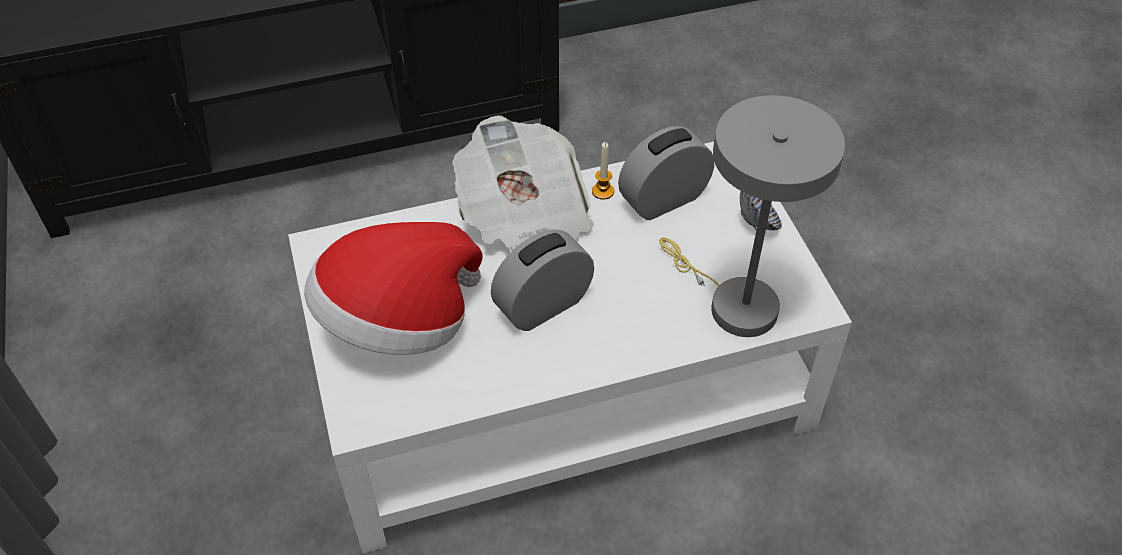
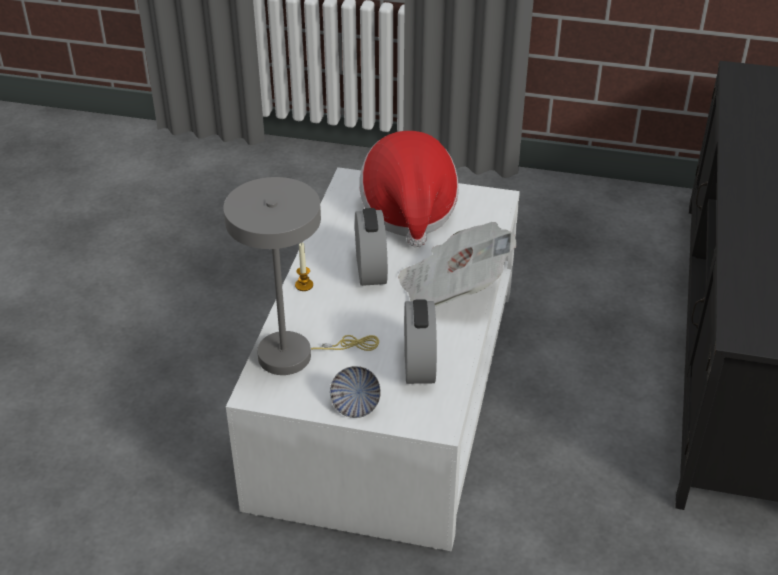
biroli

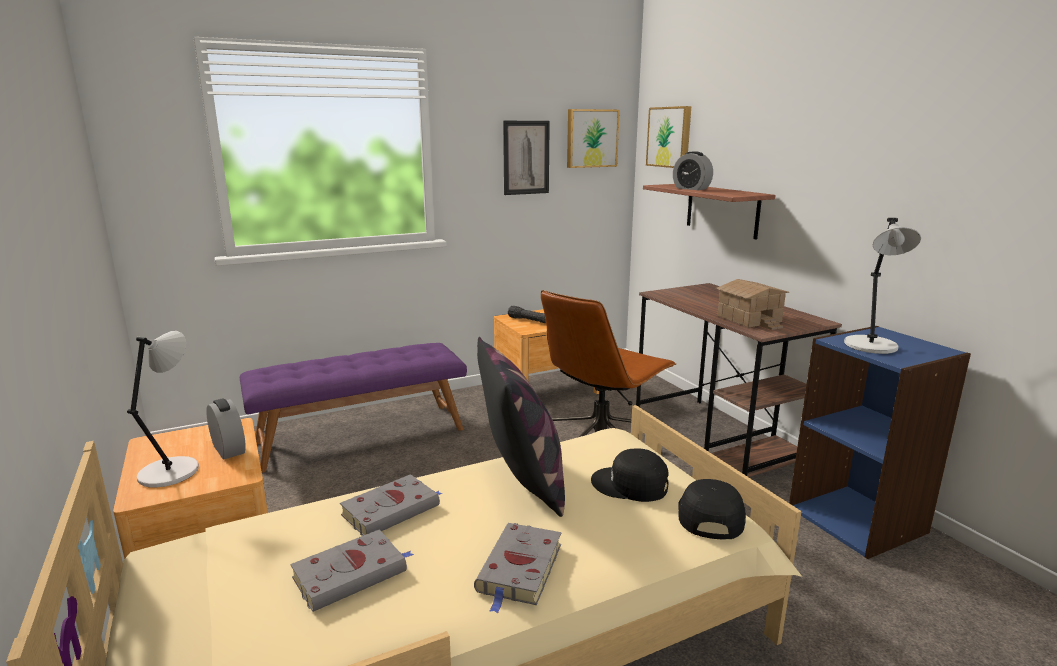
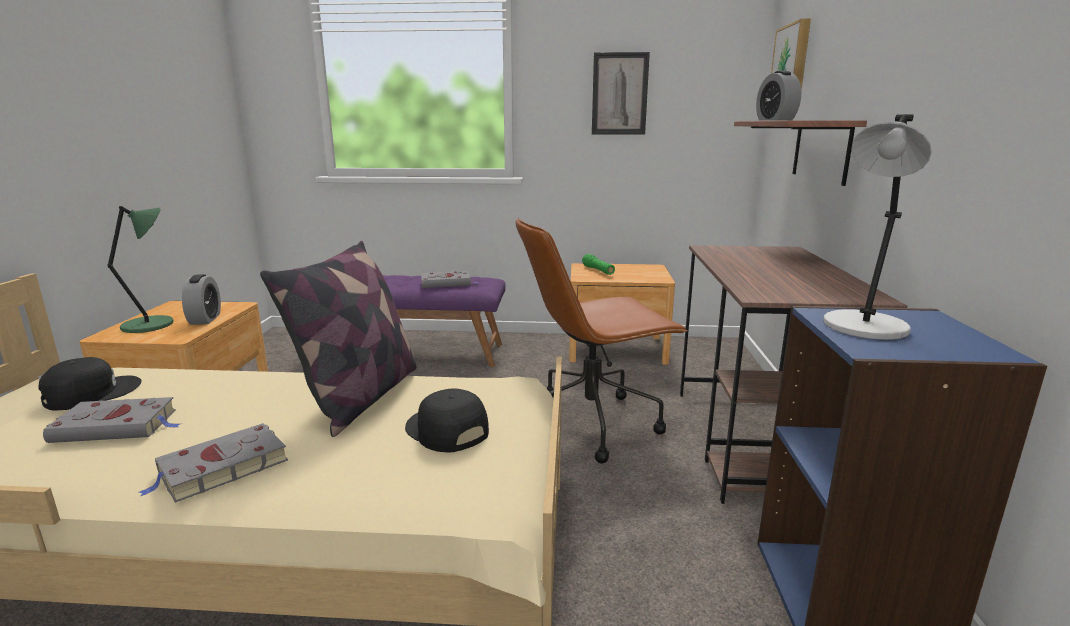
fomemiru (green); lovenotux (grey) (no. 3 from left); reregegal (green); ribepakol (no. 2 from left in the first image); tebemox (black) (no. 1 from left); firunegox

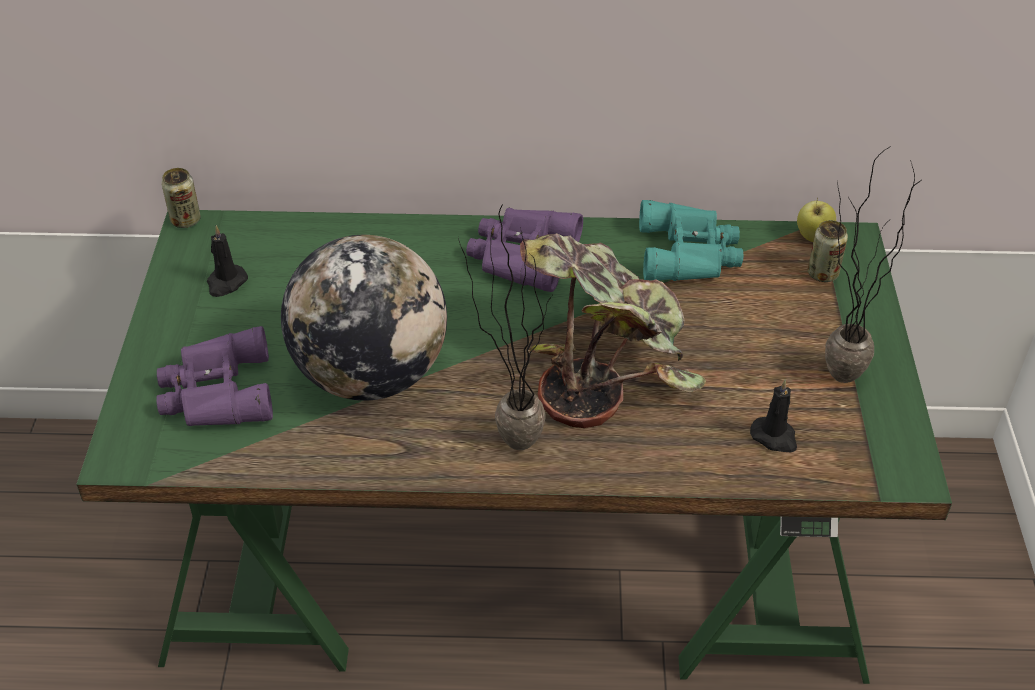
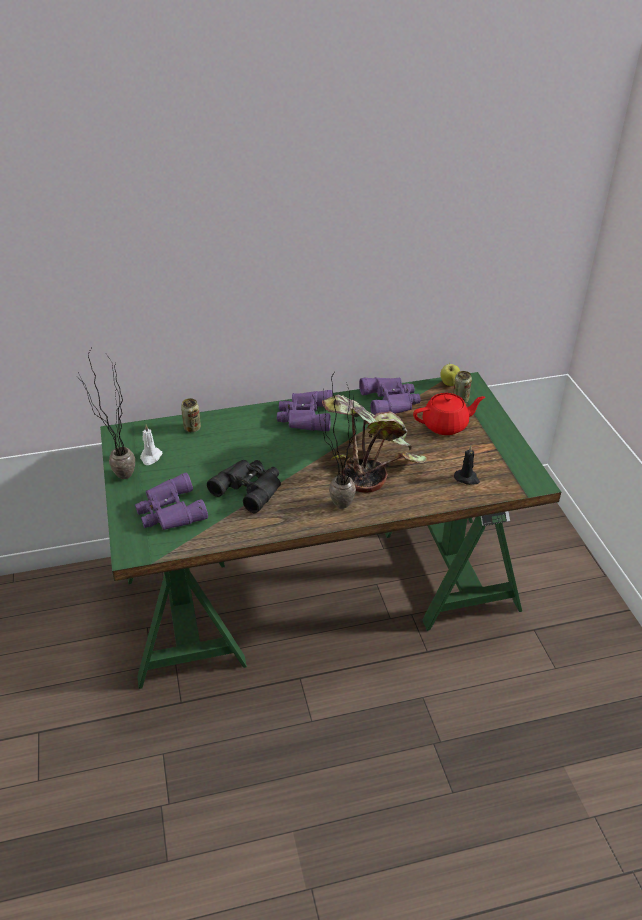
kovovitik (no. 1 from left); biroli (white); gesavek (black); gesavek (purple) (no. 3 from left); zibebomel (no. 1 from left); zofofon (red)

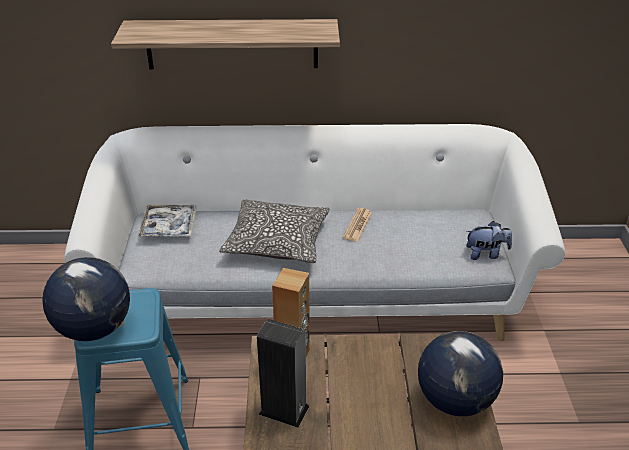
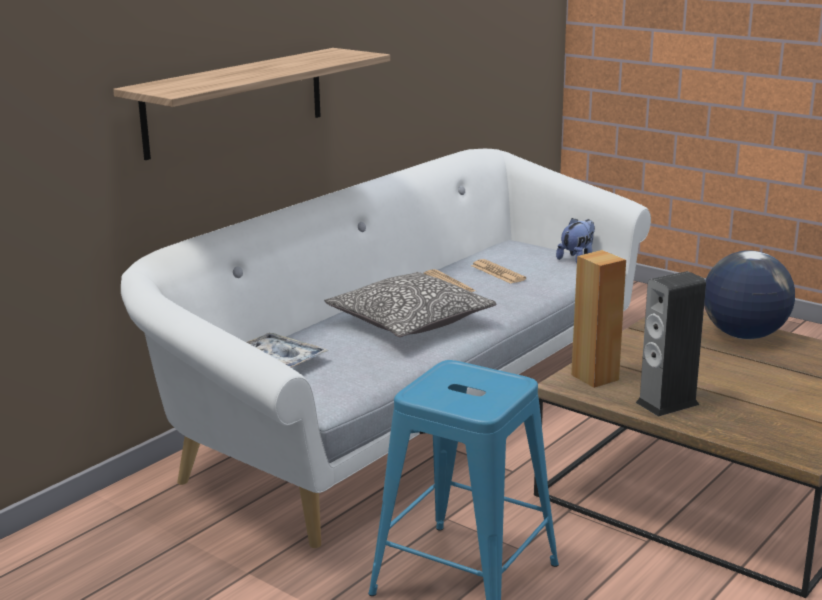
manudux (no. 1 from left in the first image); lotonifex (no. 2 from left)

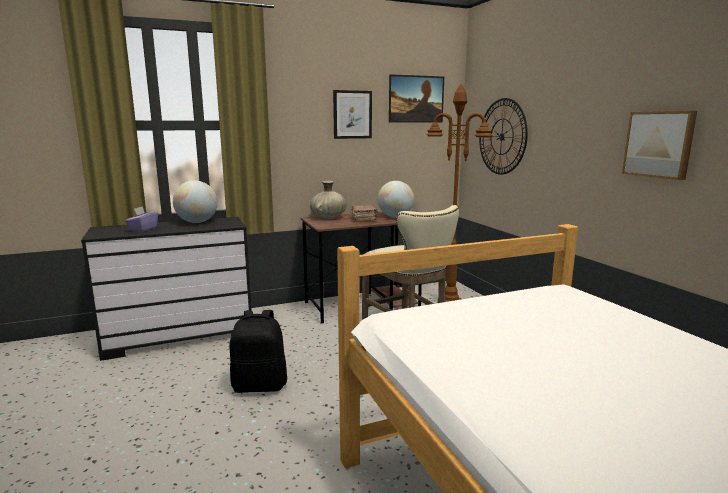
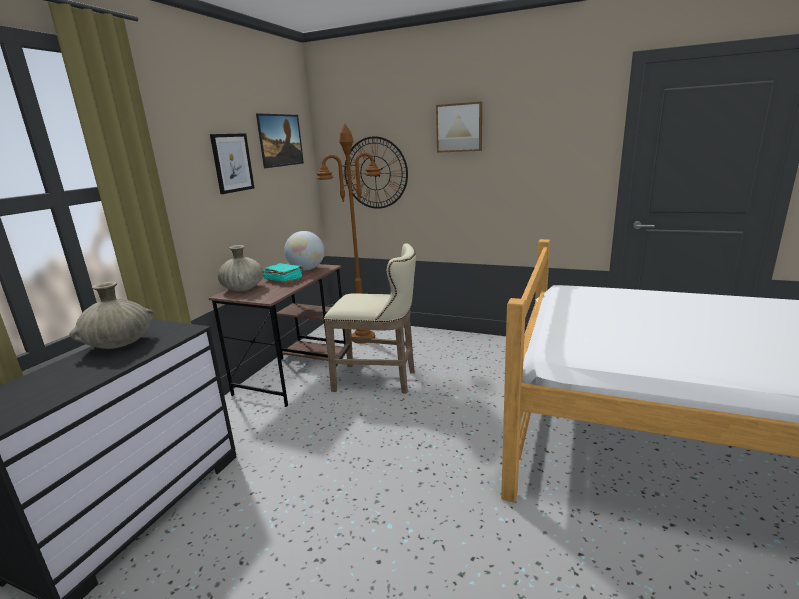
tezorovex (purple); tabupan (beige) (no. 1 from left); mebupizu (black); lovenotux (turquoise); ribepakol (no. 3 from left)

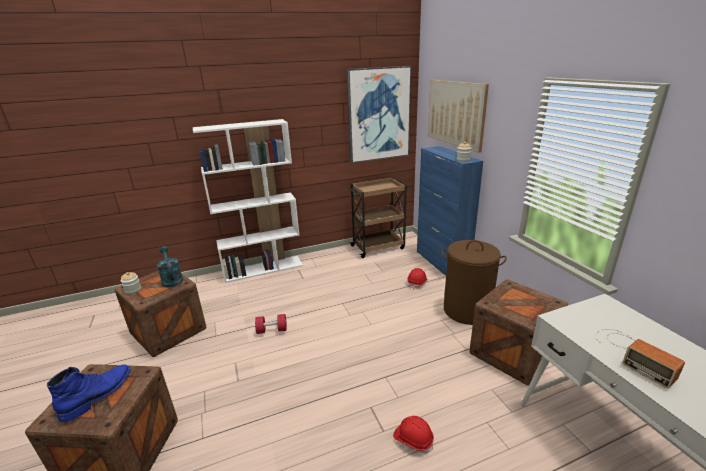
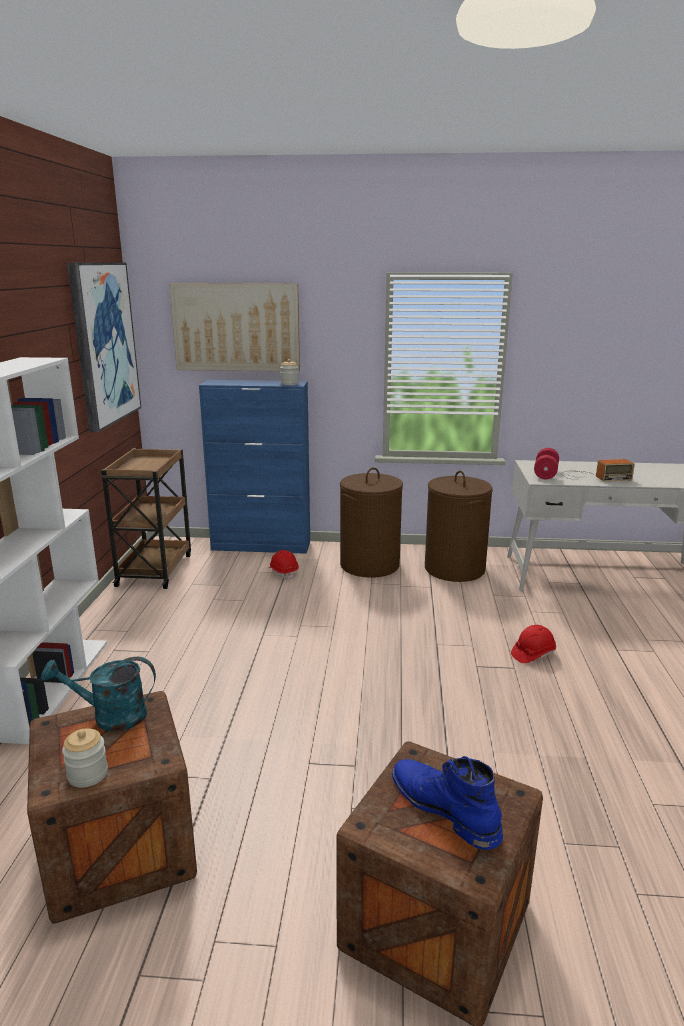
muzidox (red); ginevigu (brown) (no. 2 from left)

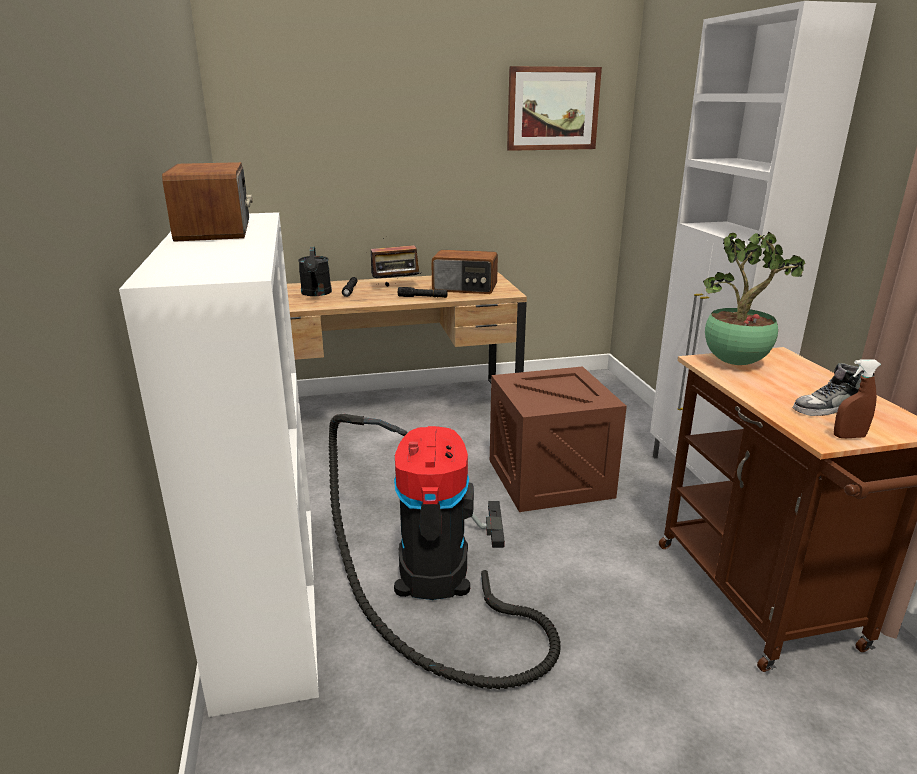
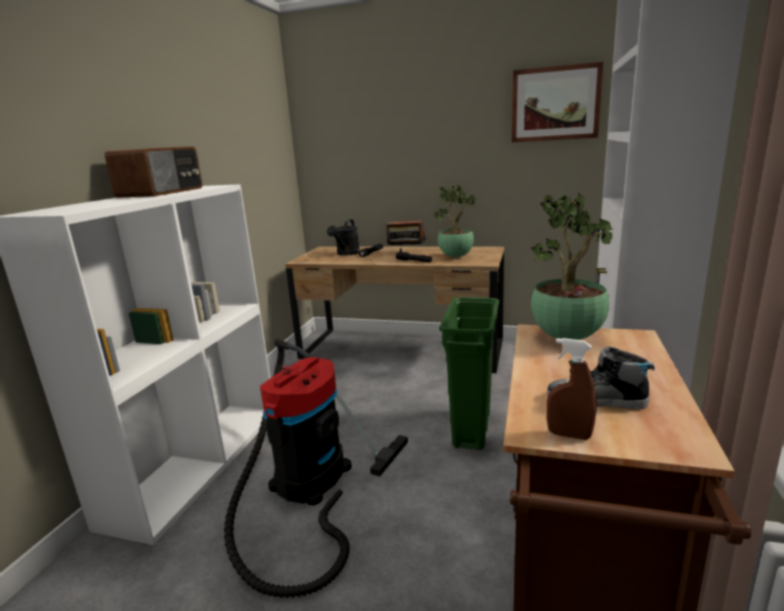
zibebomel (no. 1 from left); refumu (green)

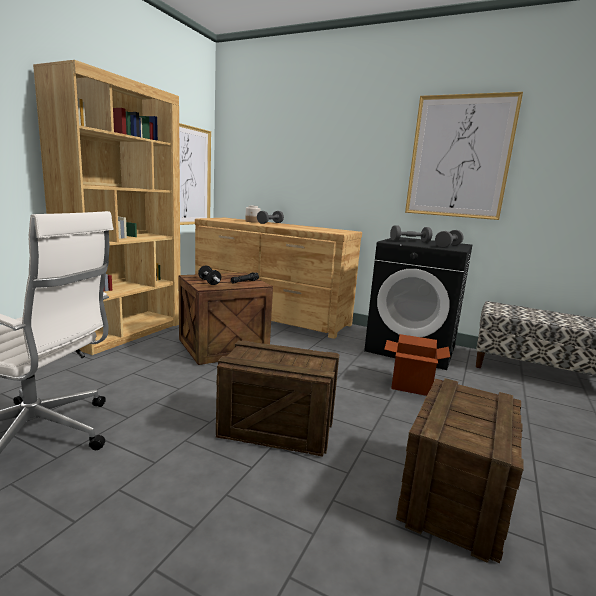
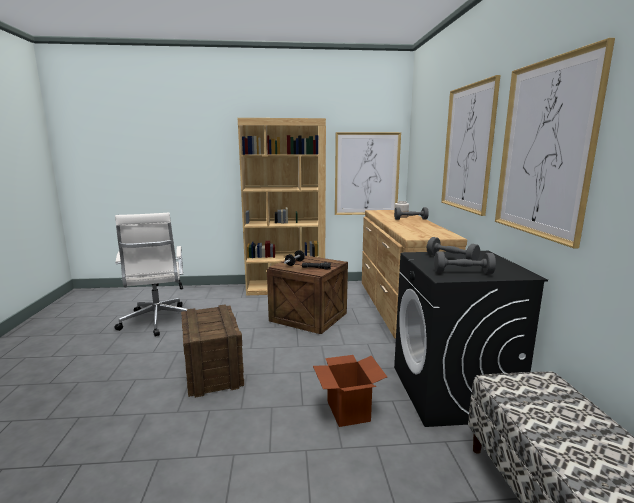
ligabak (no. 3 from left in the first image); ribepakol (no. 2 from left)

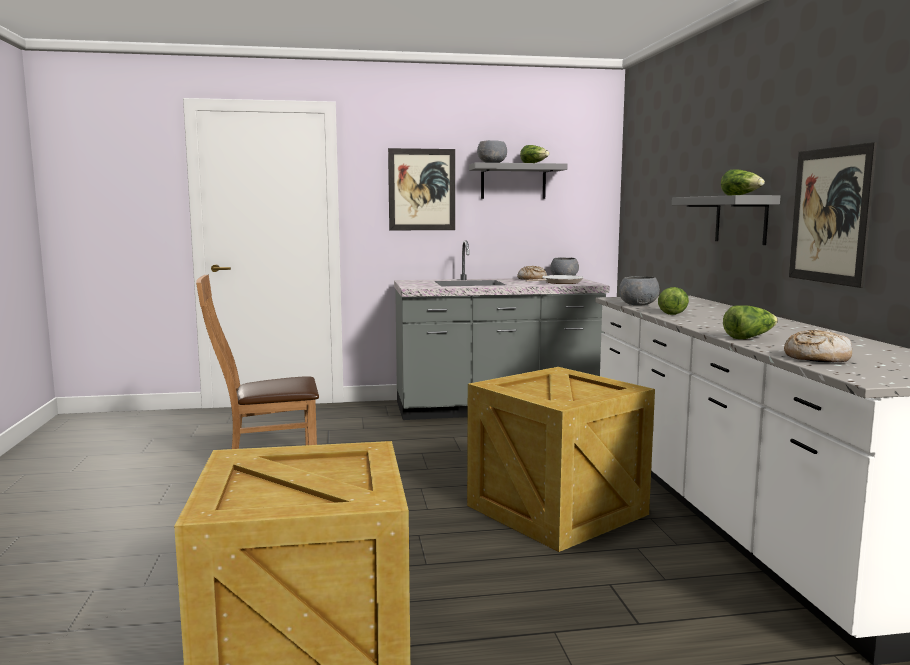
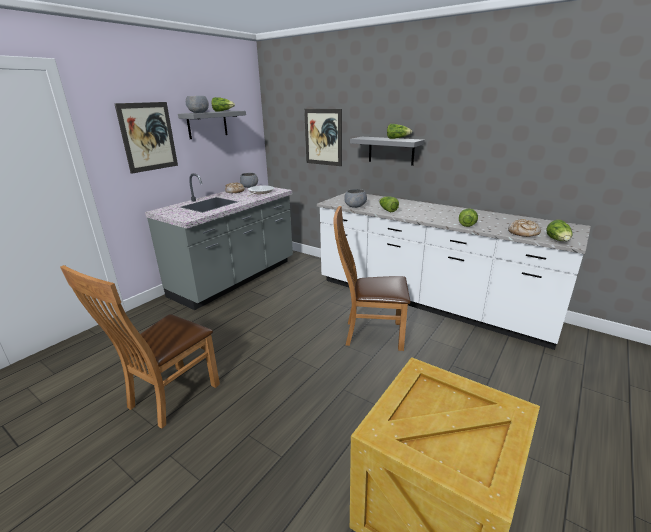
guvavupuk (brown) (no. 2 from left); ribepakol (no. 2 from left); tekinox (no. 5 from left)

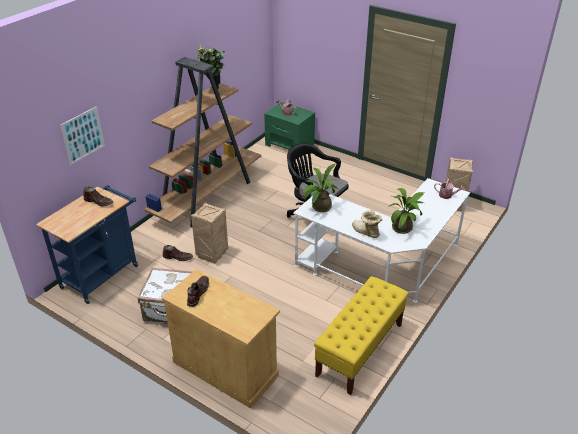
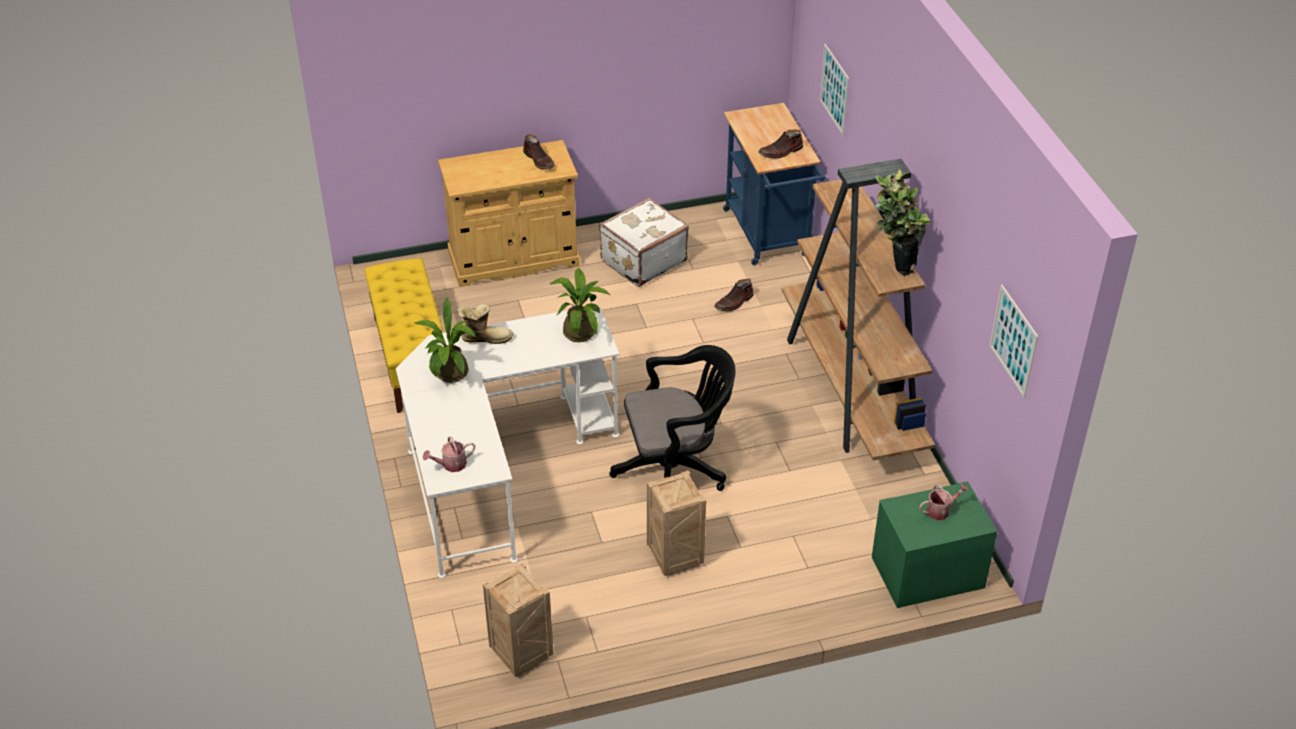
ligabak (no. 2 from left); ribepakol (no. 2 from left)

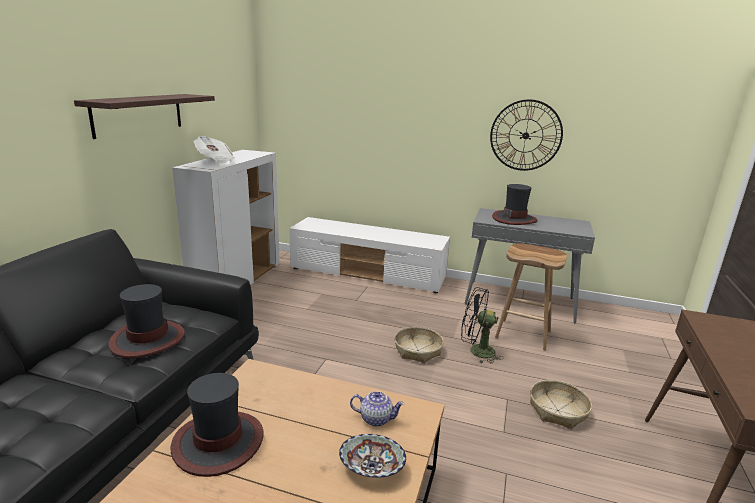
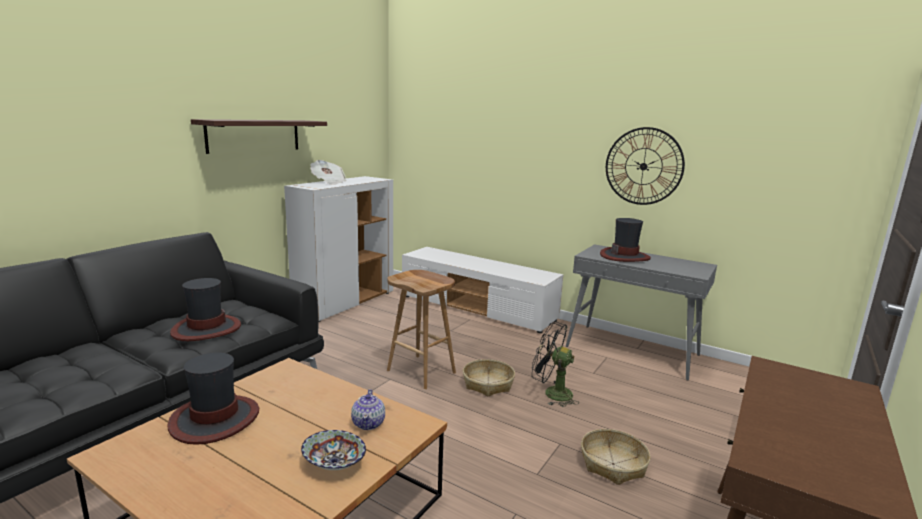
zofofon; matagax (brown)

